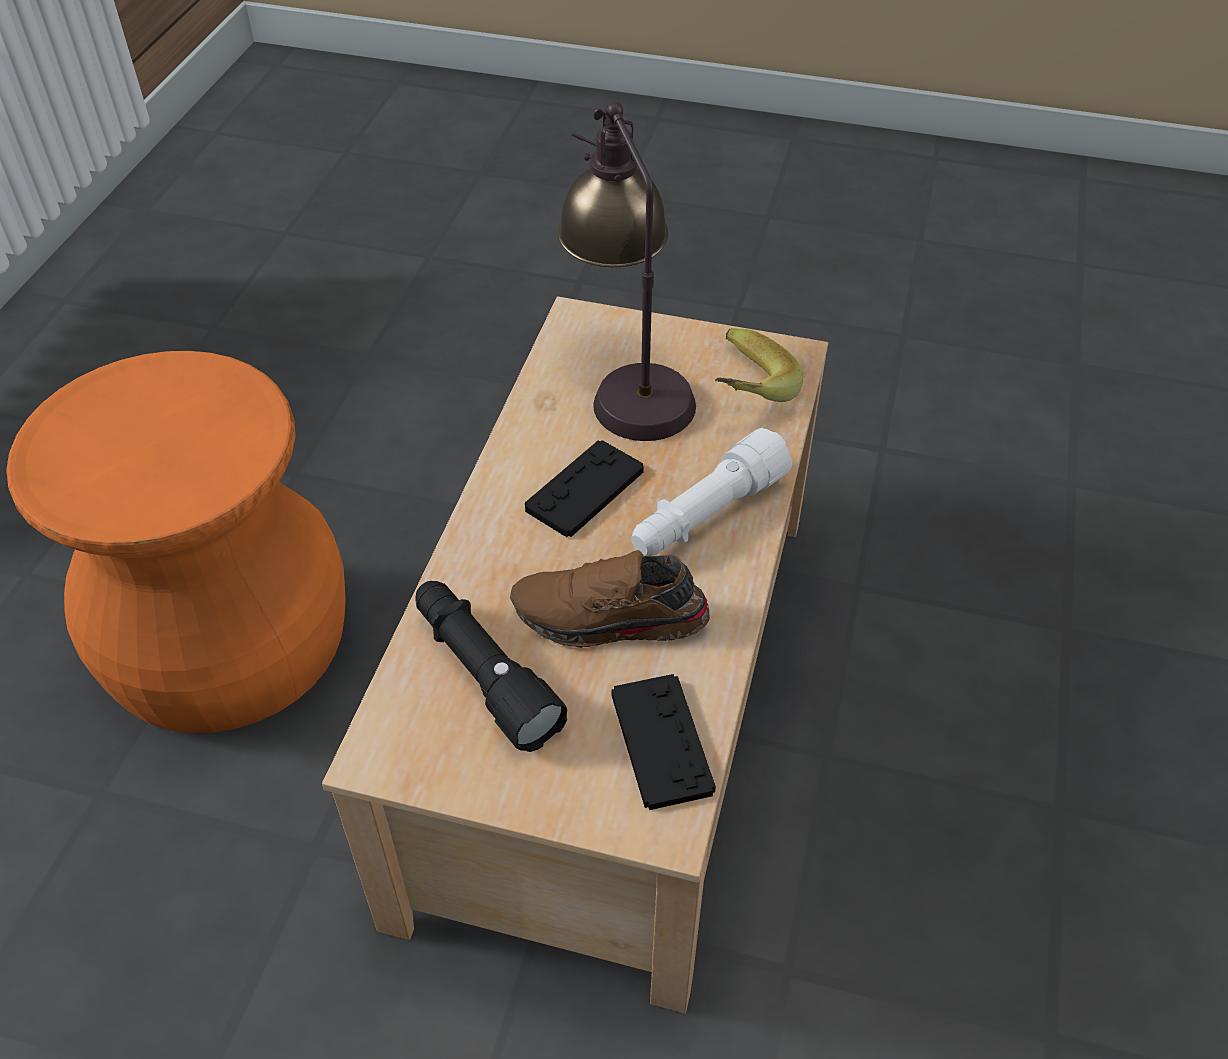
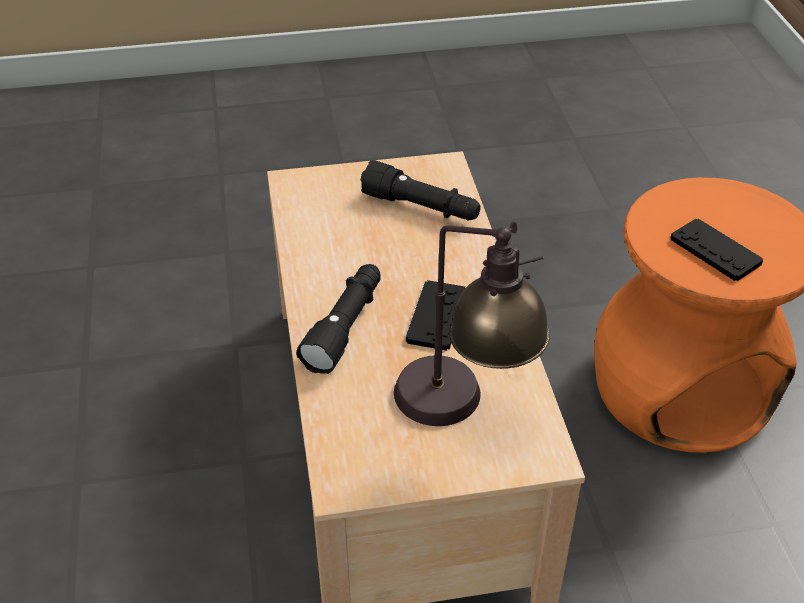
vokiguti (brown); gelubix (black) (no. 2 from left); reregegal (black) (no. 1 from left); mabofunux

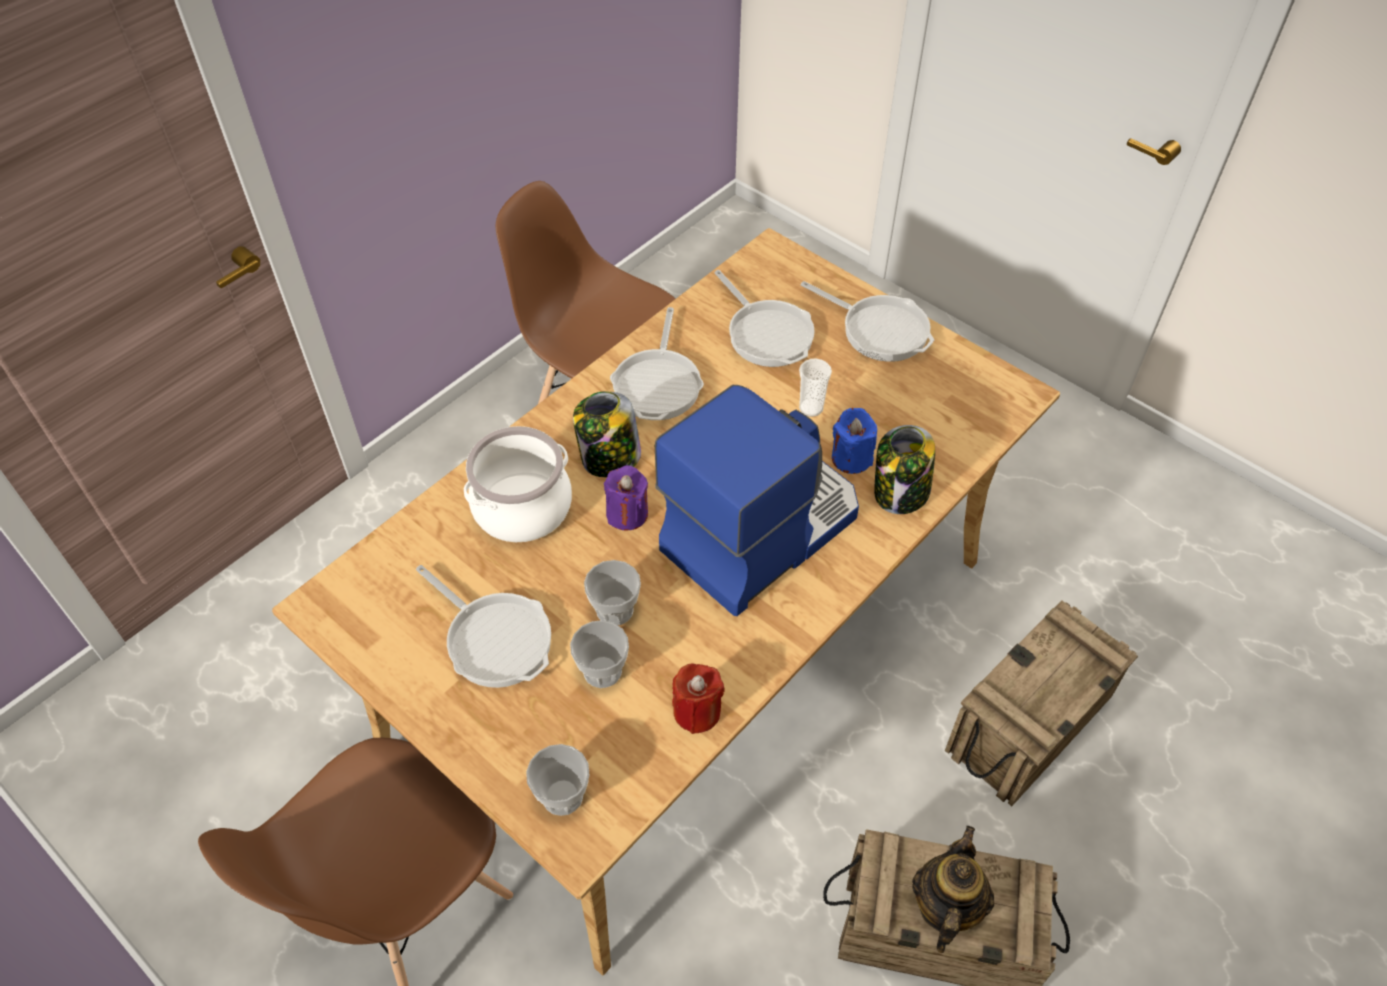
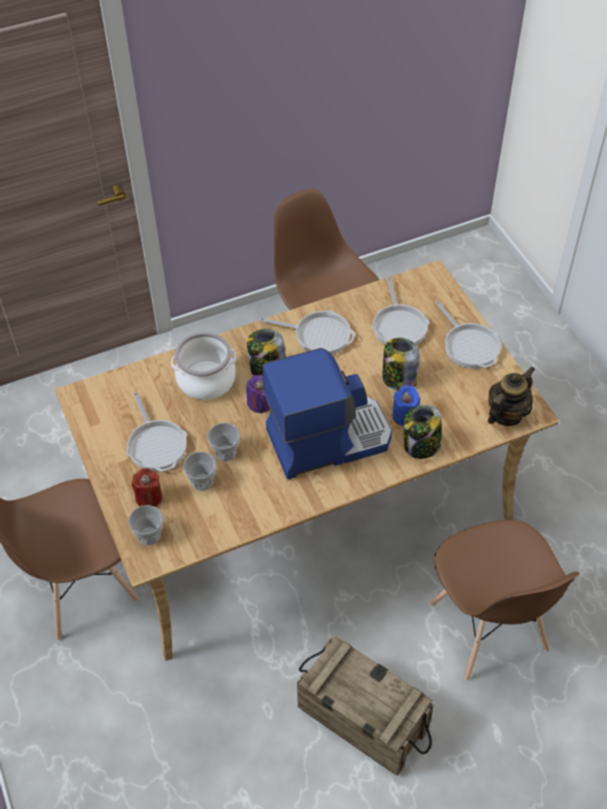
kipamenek (no. 2 from left); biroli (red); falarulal (no. 2 from left); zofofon; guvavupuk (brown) (no. 3 from left)

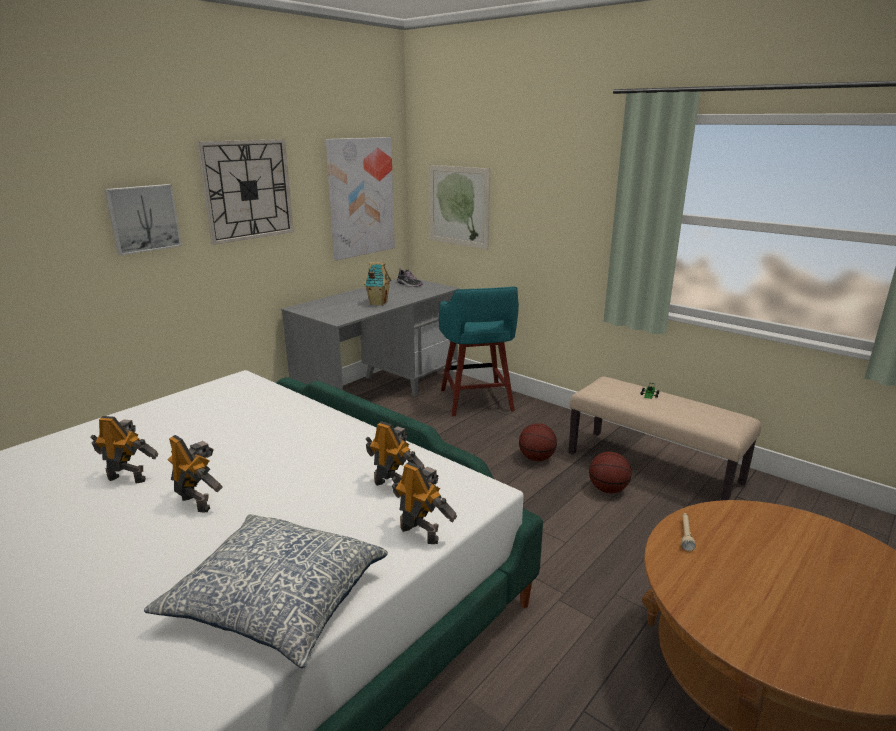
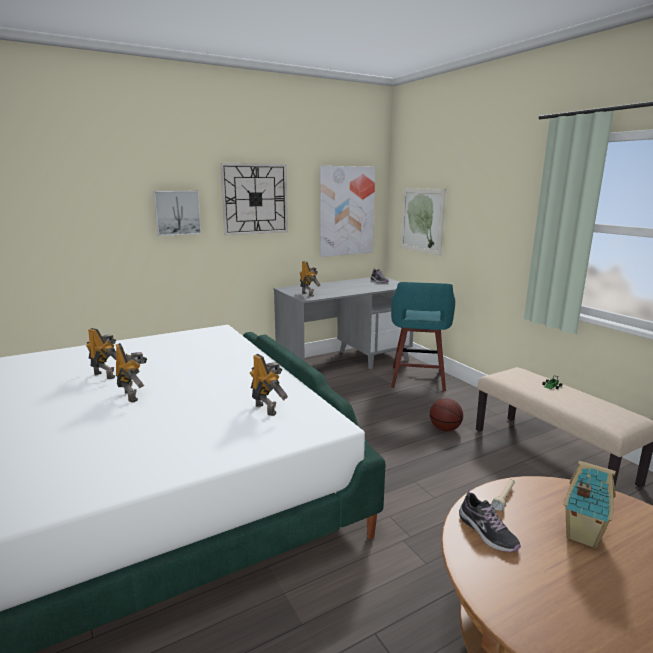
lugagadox; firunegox; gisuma (no. 4 from left); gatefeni (no. 2 from left in the first image); vokiguti (no. 2 from left)

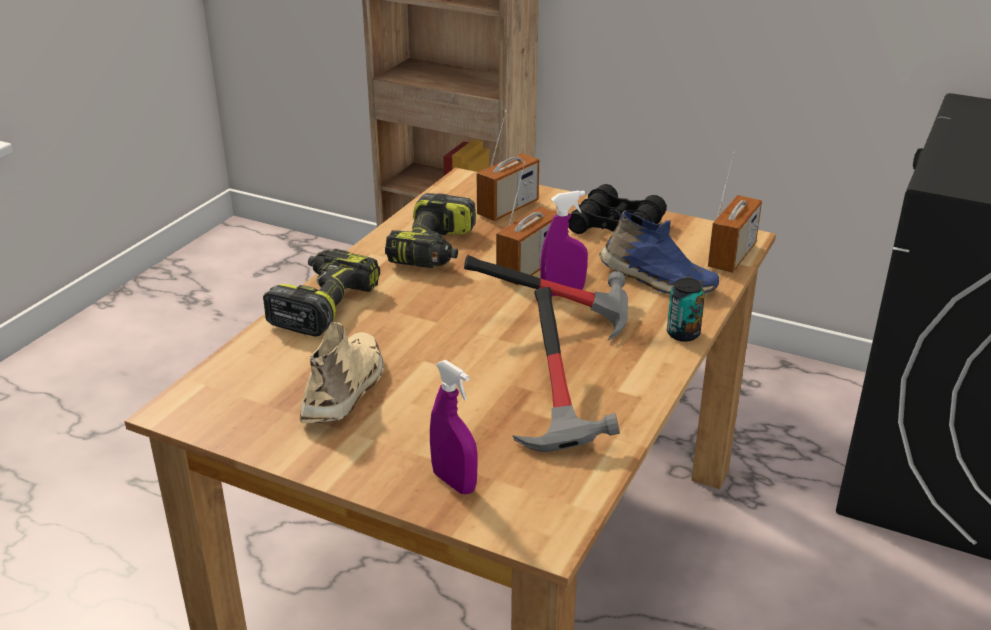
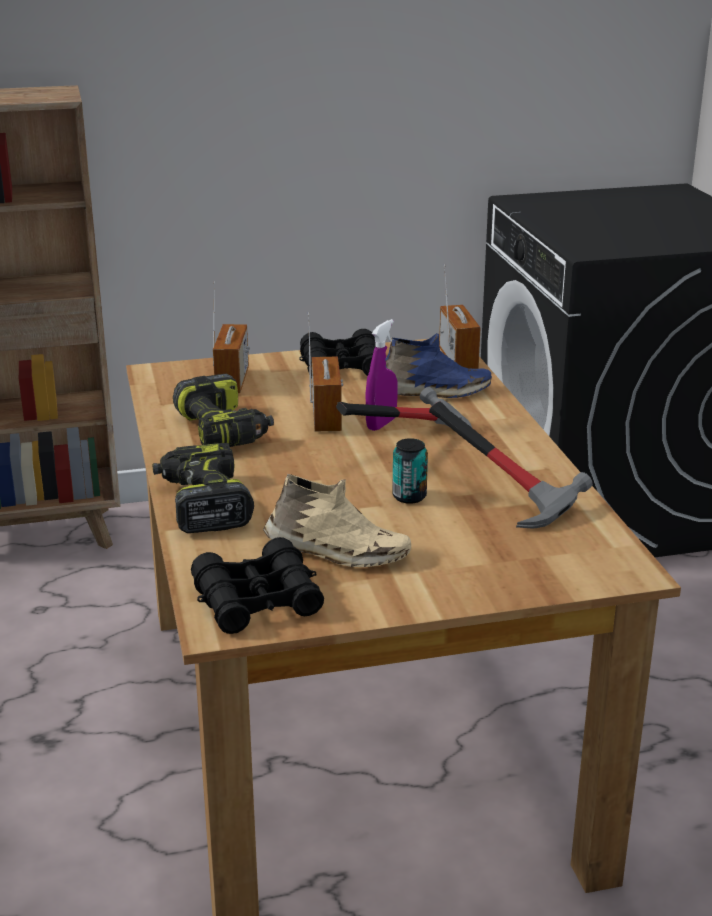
vokiguti (beige); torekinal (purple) (no. 1 from left in the first image); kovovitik; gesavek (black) (no. 1 from left)

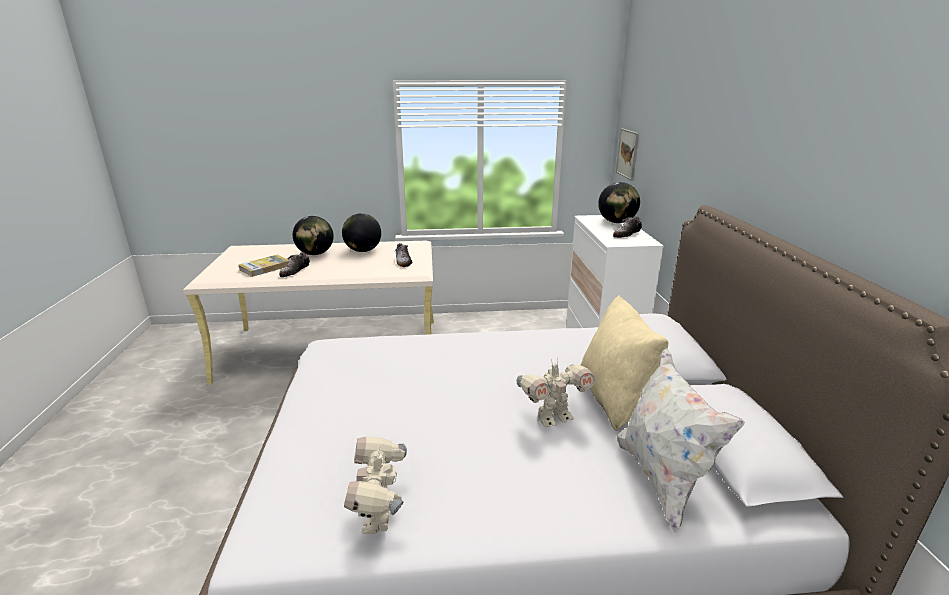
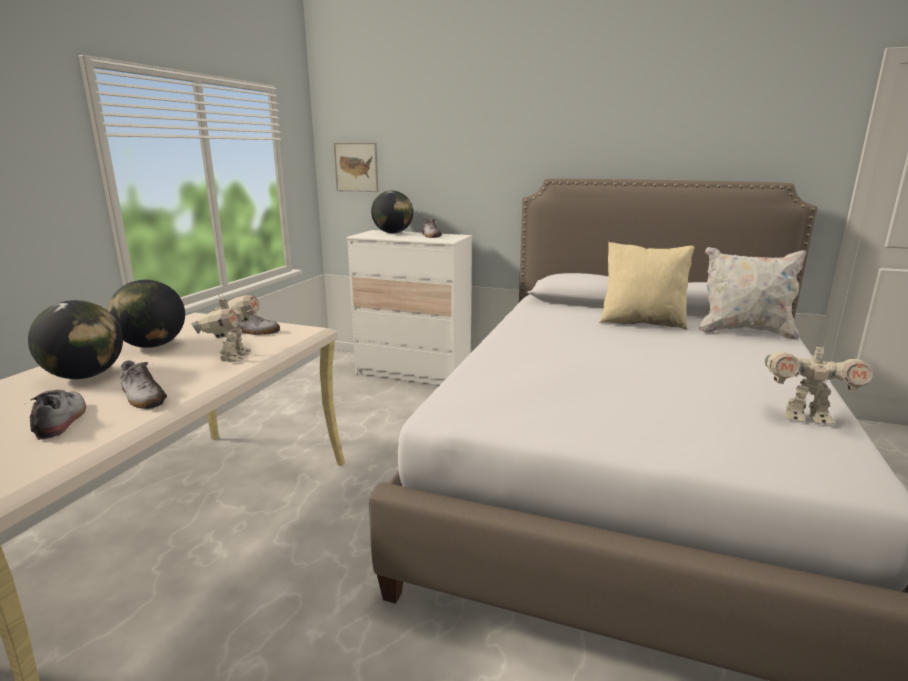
vokiguti (no. 1 from left); gisuma (no. 1 from left)

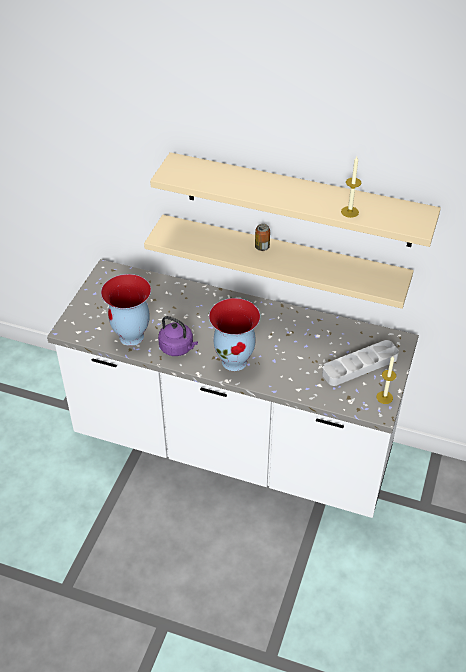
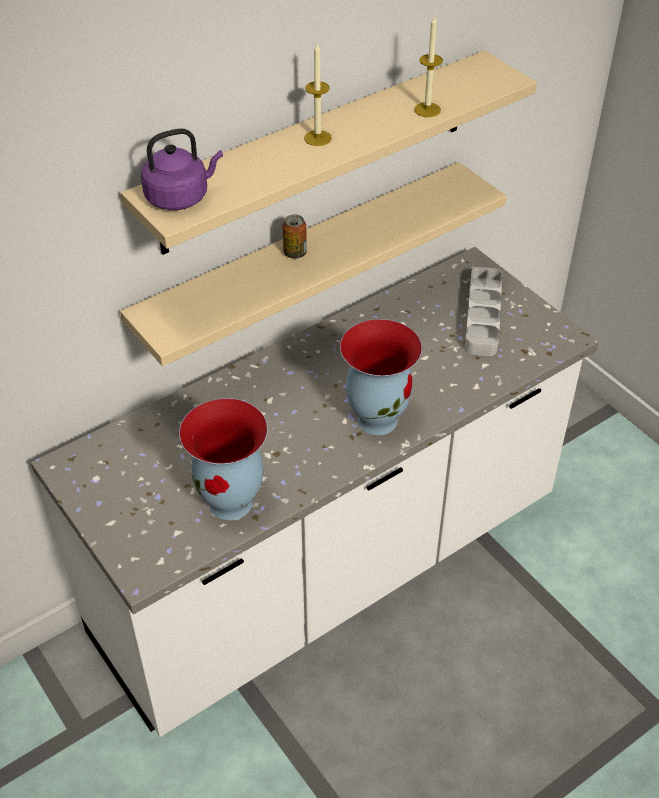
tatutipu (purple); biroli (no. 1 from left)

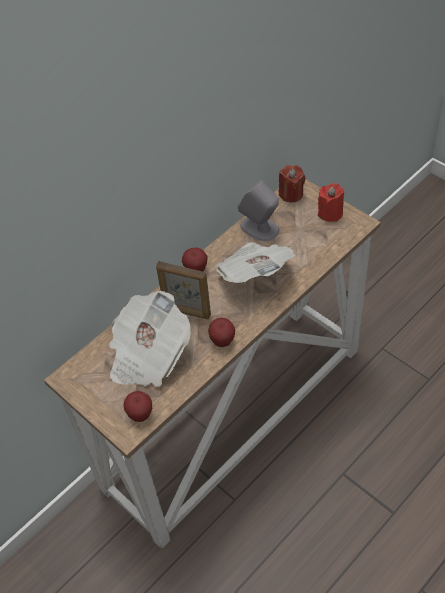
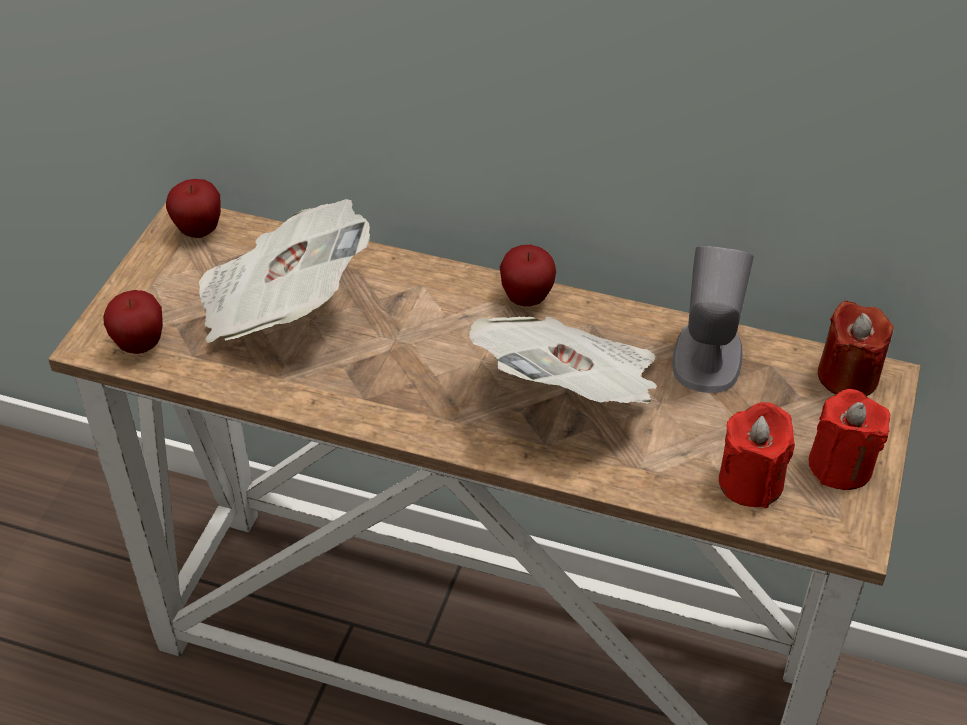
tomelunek; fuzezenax (no. 2 from left); biroli (red) (no. 1 from left)

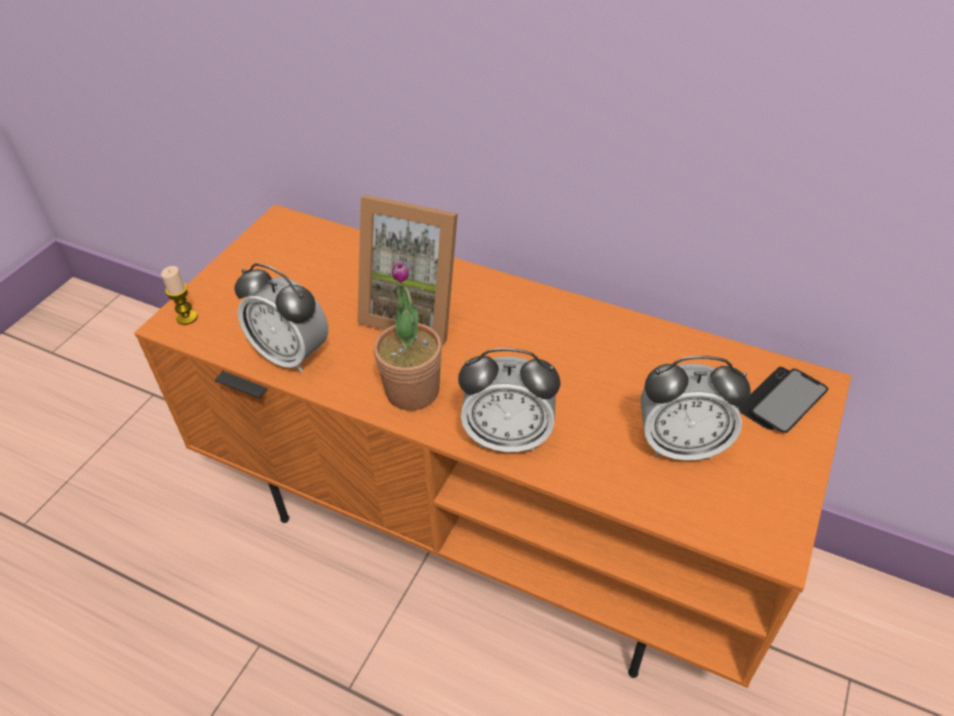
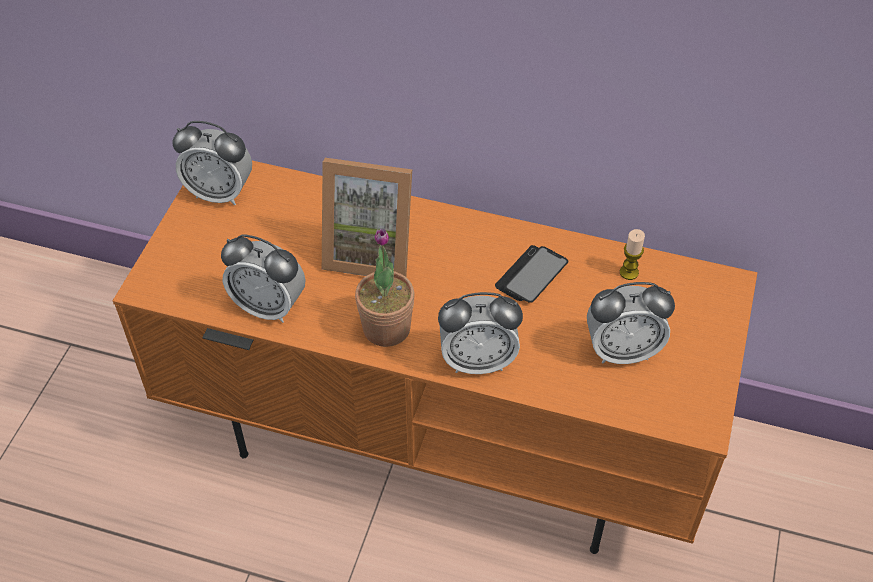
biroli; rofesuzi; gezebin (no. 1 from left)

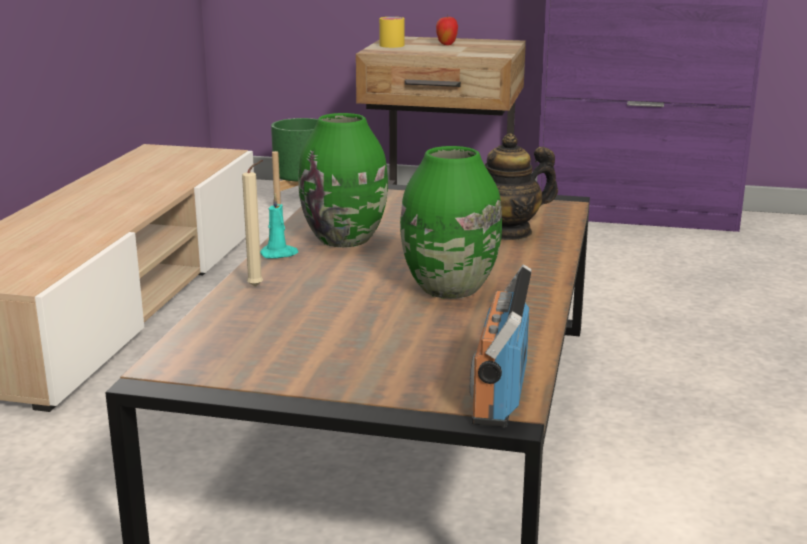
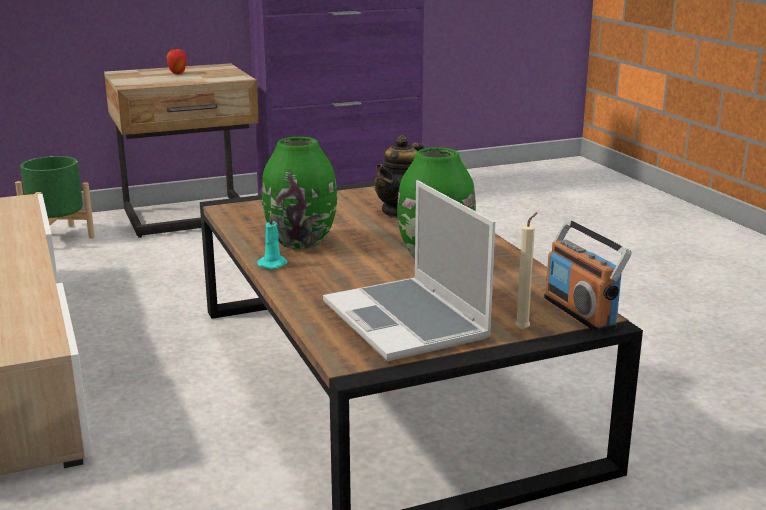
biroli (beige); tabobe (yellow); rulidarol

